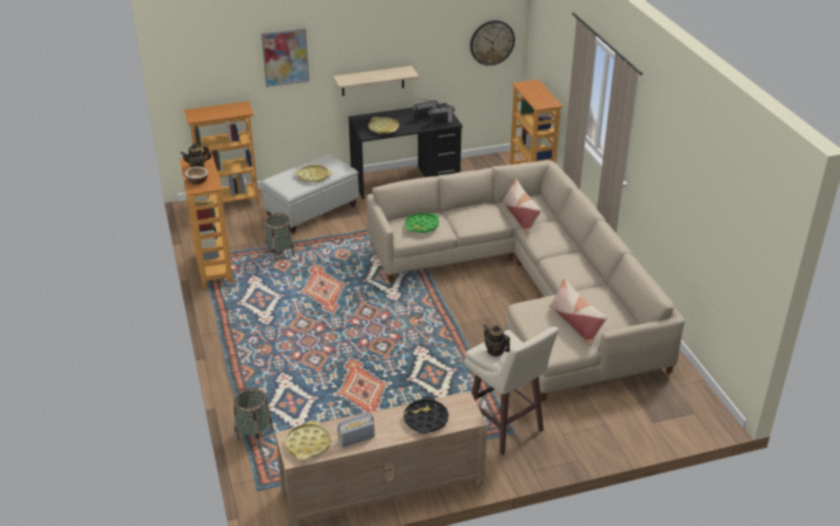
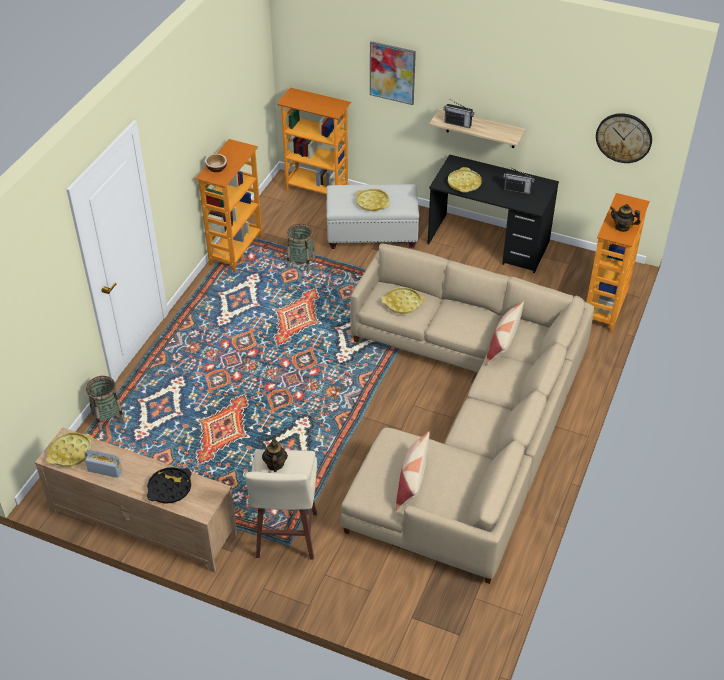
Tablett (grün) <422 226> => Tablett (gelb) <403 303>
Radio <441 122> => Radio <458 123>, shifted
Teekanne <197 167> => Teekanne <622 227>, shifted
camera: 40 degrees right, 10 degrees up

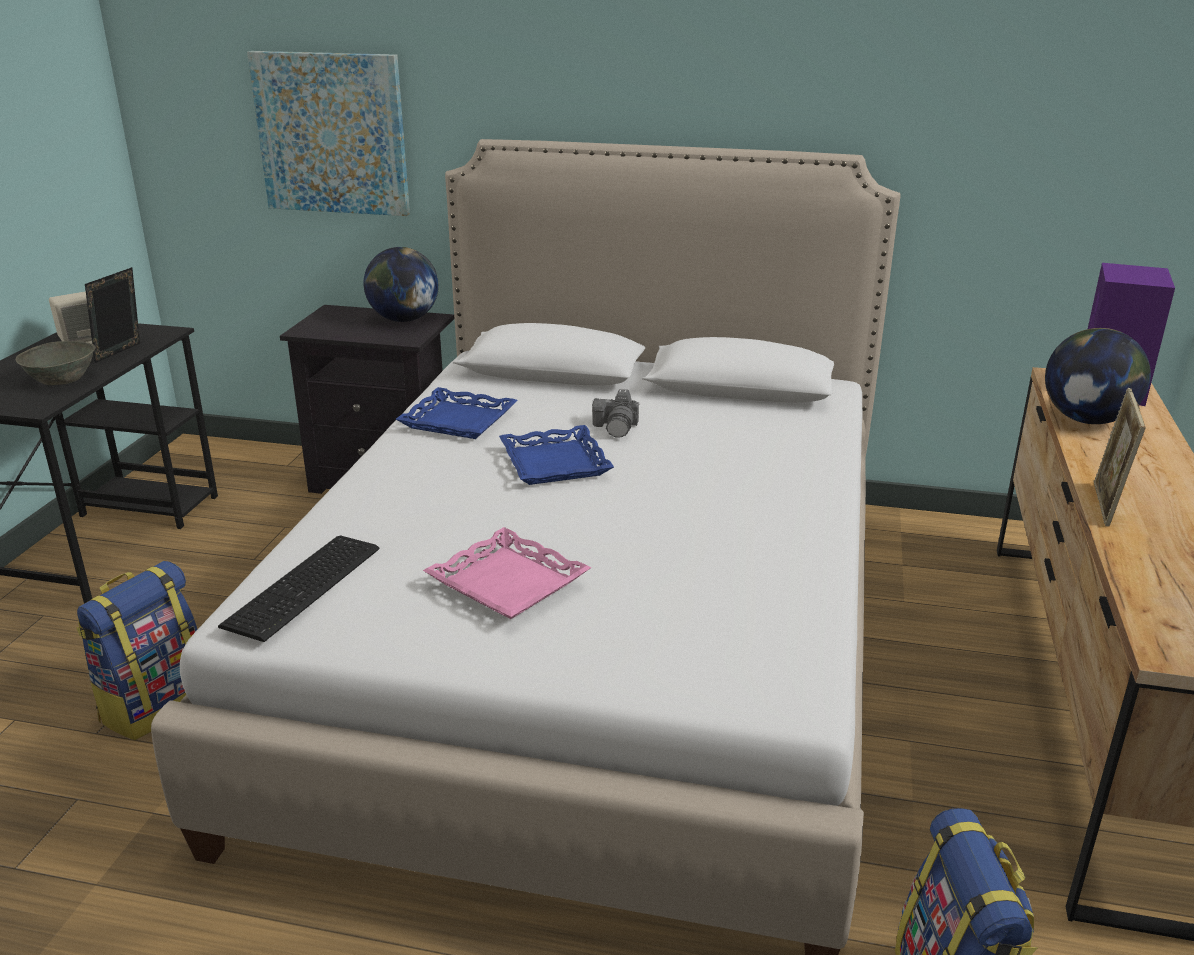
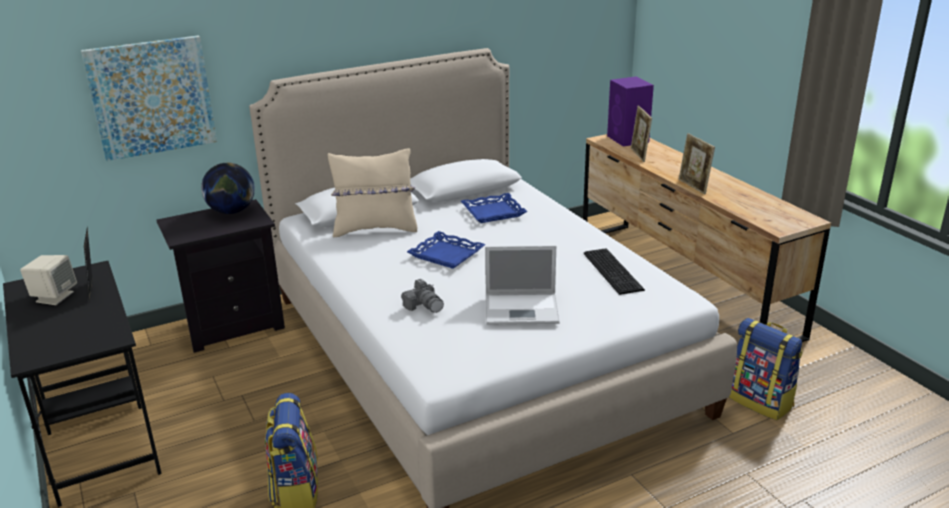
nothing => Kissen (beige) <375 229>
Kamera <617 427> => Kamera <424 305>, shifted
Tablett (blau) <457 421> => Tablett (blau) <493 212>, shifted
Tablett (rosa) <509 582> => Laptop <523 309>
Tastatur <307 586> => Tastatur <613 270>, shifted
Globus <1087 420> => Bilderrahmen <639 155>
Schüssel (grau) <61 379> => nothing
camera: 40 degrees left, 0 degrees up

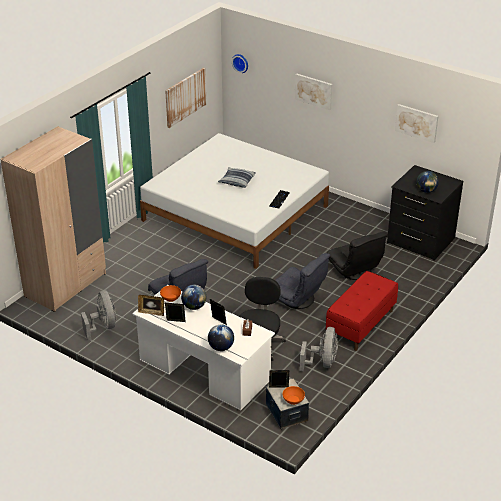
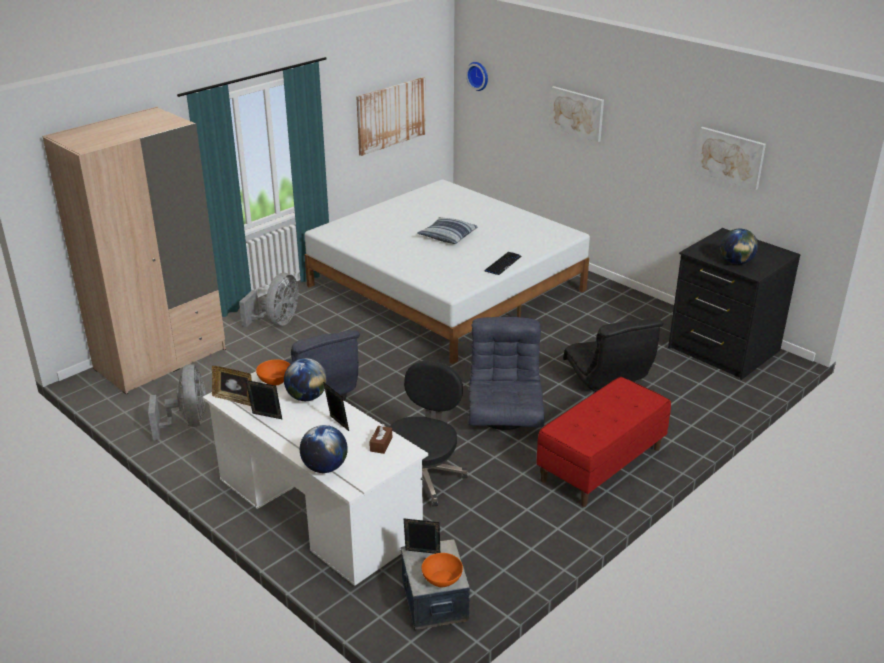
Ventilator (grau) <322 363> => Ventilator (grau) <277 322>, shifted
Sessel (grau) <297 299> => Sessel (grau) <505 415>, 135 degrees counterclockwise
camera: 10 degrees right, 5 degrees down

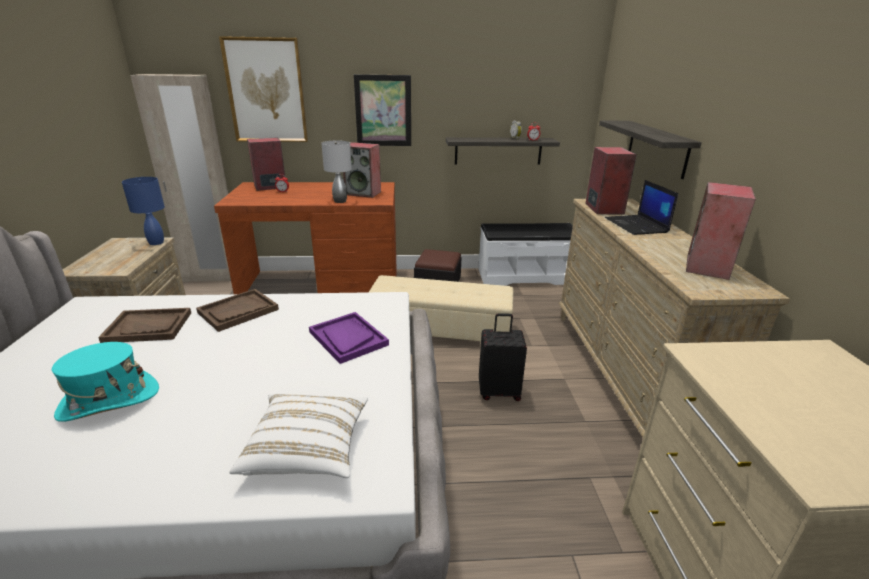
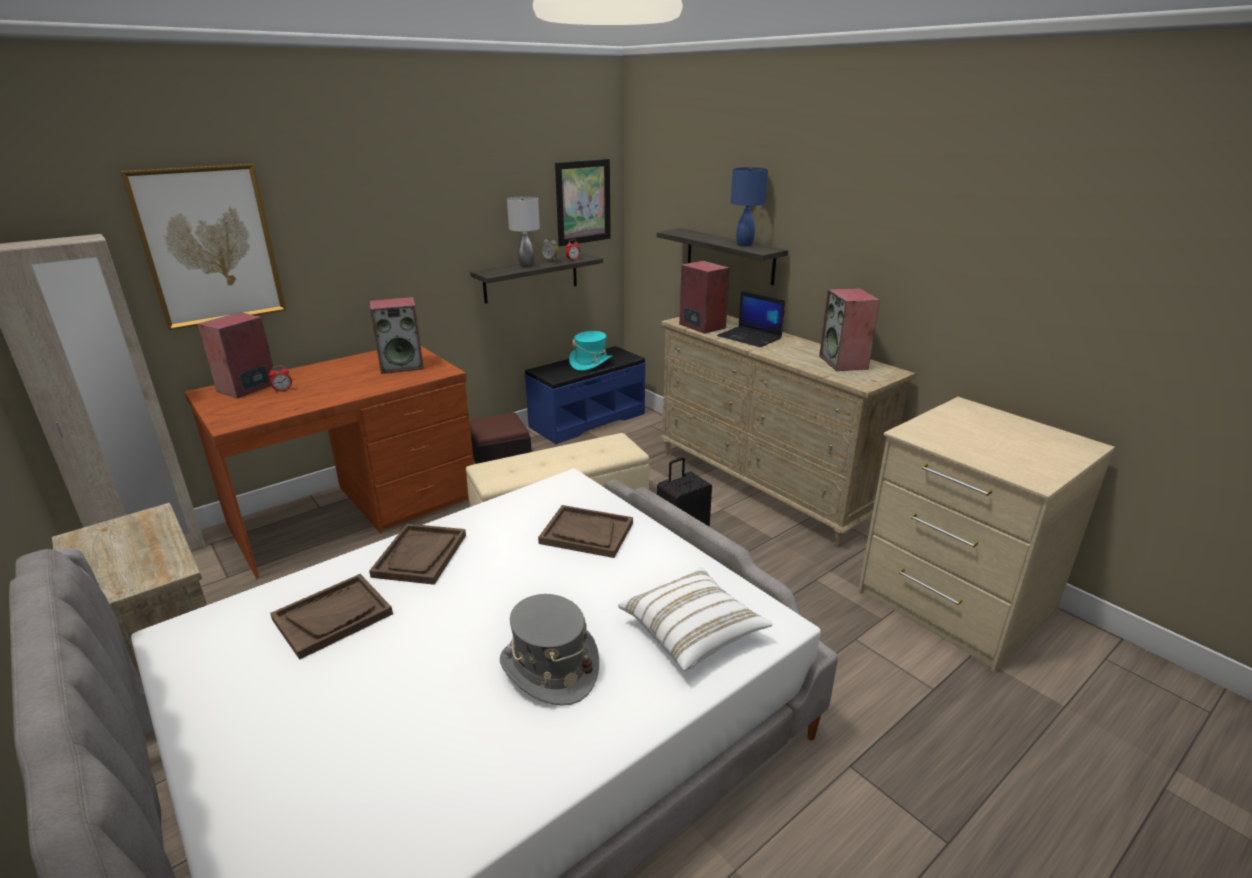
nothing => Hut (grau) <549 668>
Tischlampe (grau) <340 201> => Tischlampe (grau) <526 265>, shifted
Bank (weiß) <525 276> => Bank (blau) <587 420>
Tablett (lila) <348 338> => Tablett (braun) <586 533>
Bild <383 111> => Bild <583 202>, shifted
Hut (türkis) <109 401> => Hut (türkis) <591 363>, shifted
Tischlampe (blau) <157 242> => Tischlampe (blau) <745 244>, shifted
camera: 35 degrees left, 0 degrees up

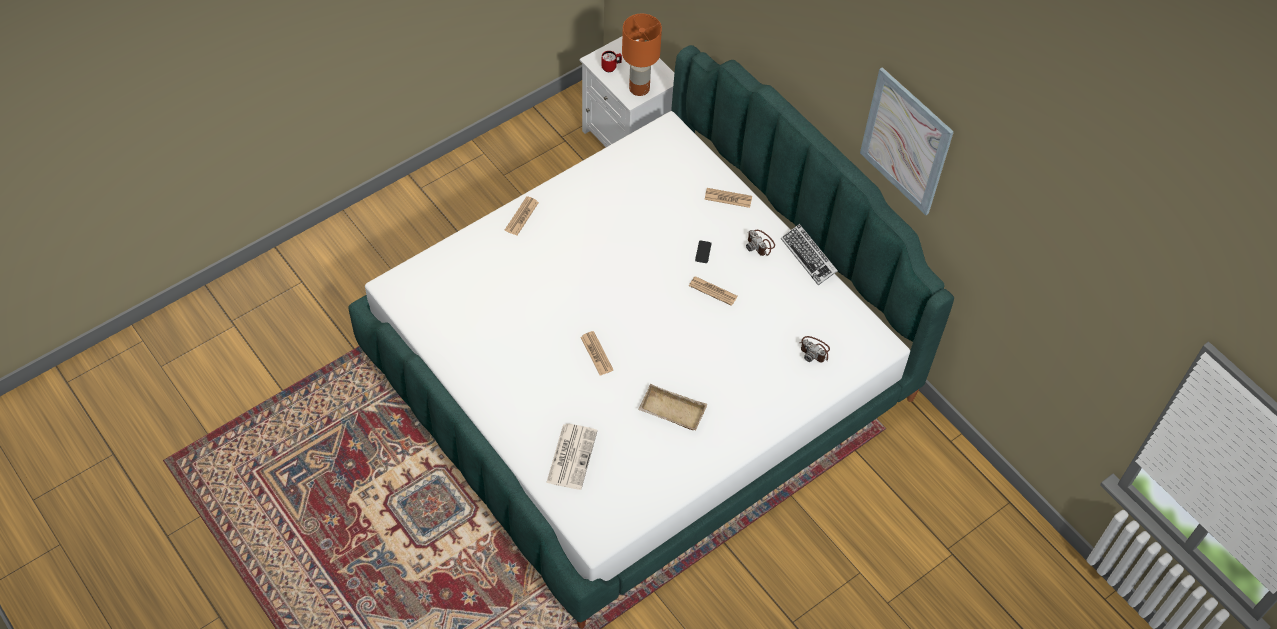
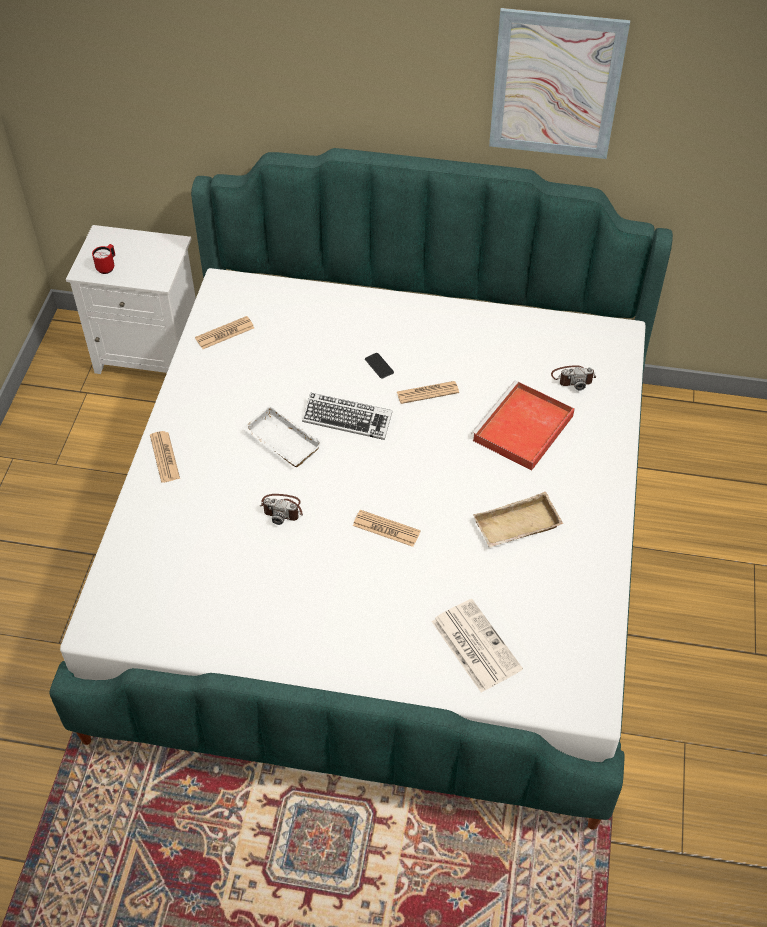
Zeitung <728 198> => Zeitung <225 333>, shifted
nothing => Tablett (weiß) <280 442>
Kamera <760 244> => Kamera <282 509>, shifted
Tastatur <808 257> => Tastatur <347 419>, shifted
nothing => Tablett (rot) <522 429>
Tischlampe (orange) <639 89> => nothing
camera: 40 degrees left, 5 degrees down

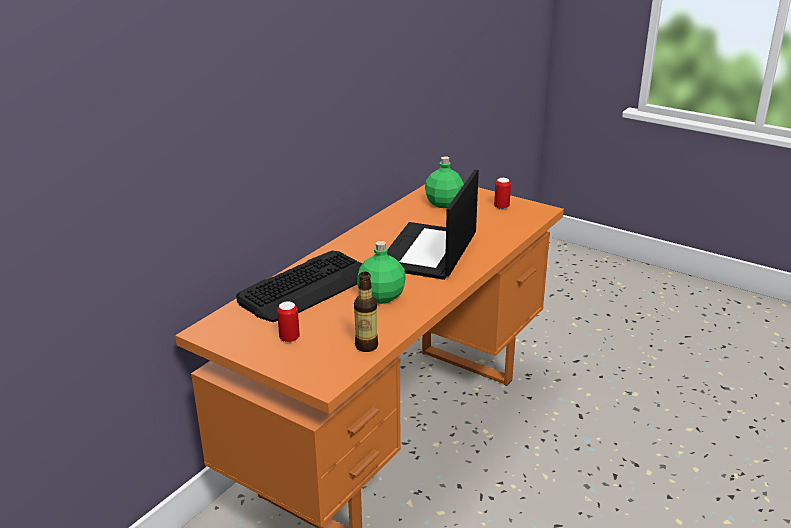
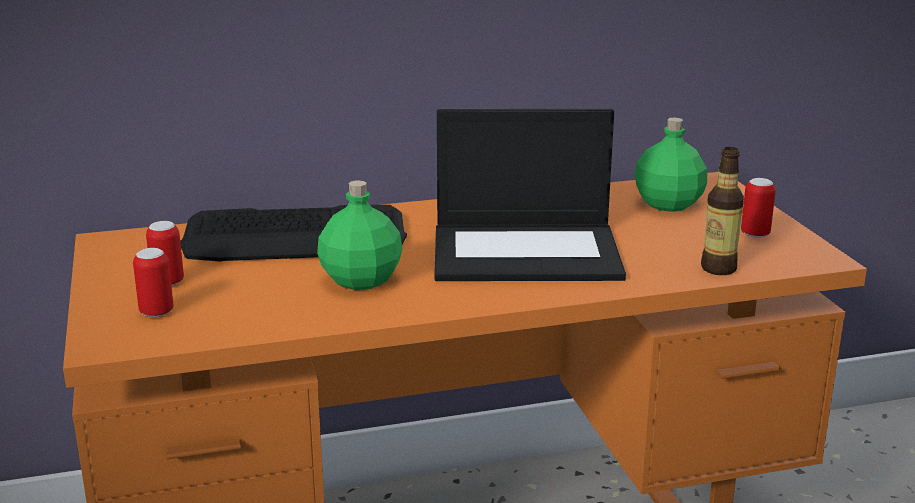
nothing => Dose <156 312>
Laptop <428 252> => Laptop <528 252>, 150 degrees counterclockwise
Flasche <366 346> => Flasche <718 268>, shifted
camera: 40 degrees right, 5 degrees down

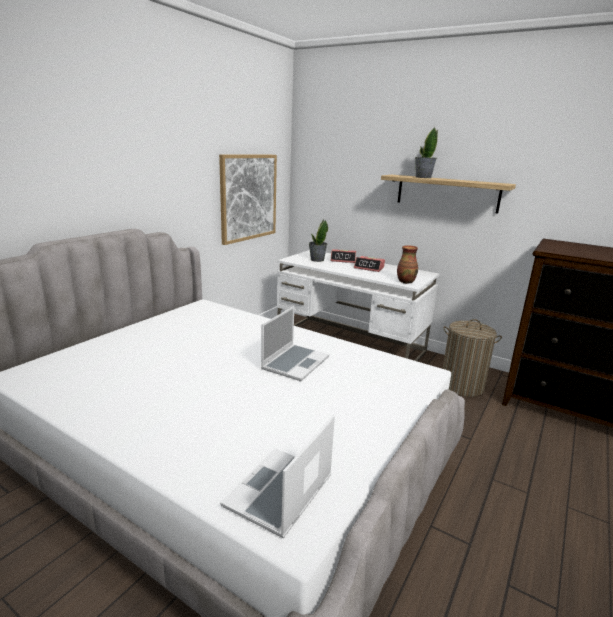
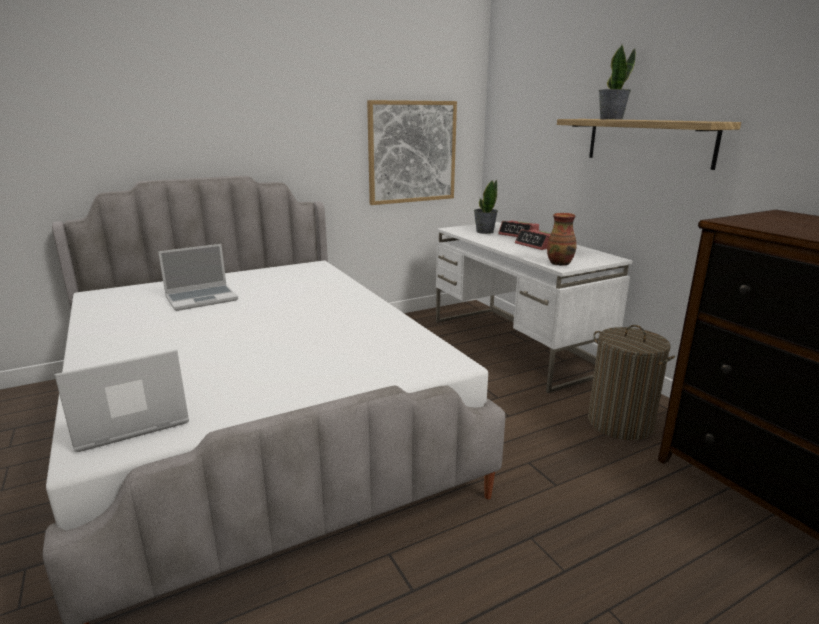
Laptop <295 363> => Laptop <202 298>, shifted
camera: 30 degrees right, 0 degrees up

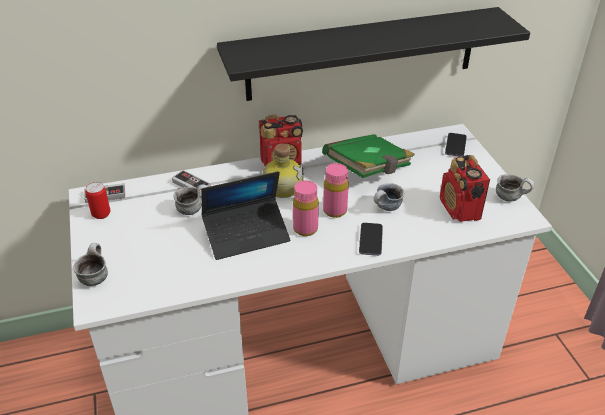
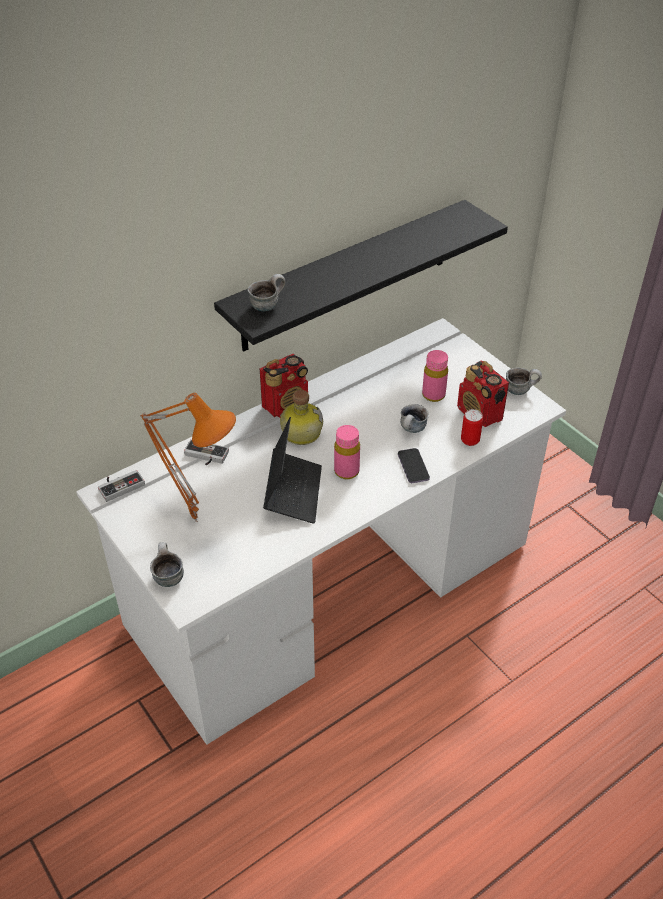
nothing => Tischlampe (orange) <198 518>
Henkelbecher <193 209> => Henkelbecher <267 304>, shifted
Laptop <246 235> => Laptop <293 492>, 45 degrees counterclockwise
Flasche (rosa) <335 211> => Flasche (rosa) <433 395>, shifted
Dose <101 214> => Dose <470 440>, shifted
Buch (grün) <369 170> => nothing
Handy <455 146> => nothing
camera: 20 degrees left, 5 degrees up

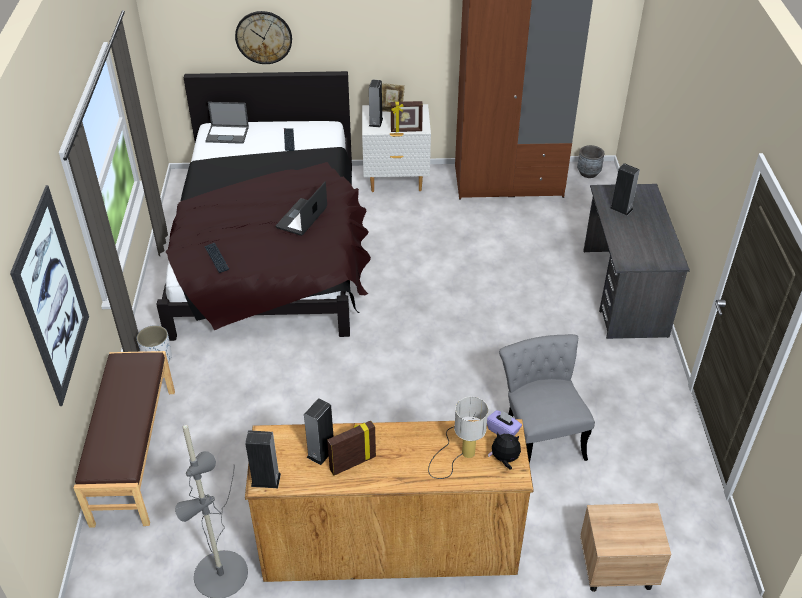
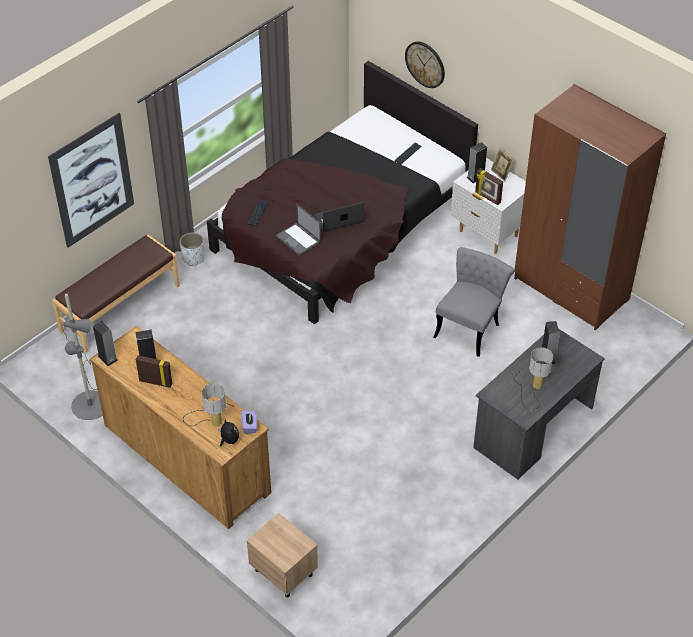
Laptop <228 134> => Laptop <299 239>, shifted
Stuhl (grau) <540 434> => Stuhl (grau) <470 326>, shifted
nothing => Tischlampe <532 388>
Pflanzkübel (grau) <588 173> => nothing
camera: 45 degrees right, 5 degrees up

